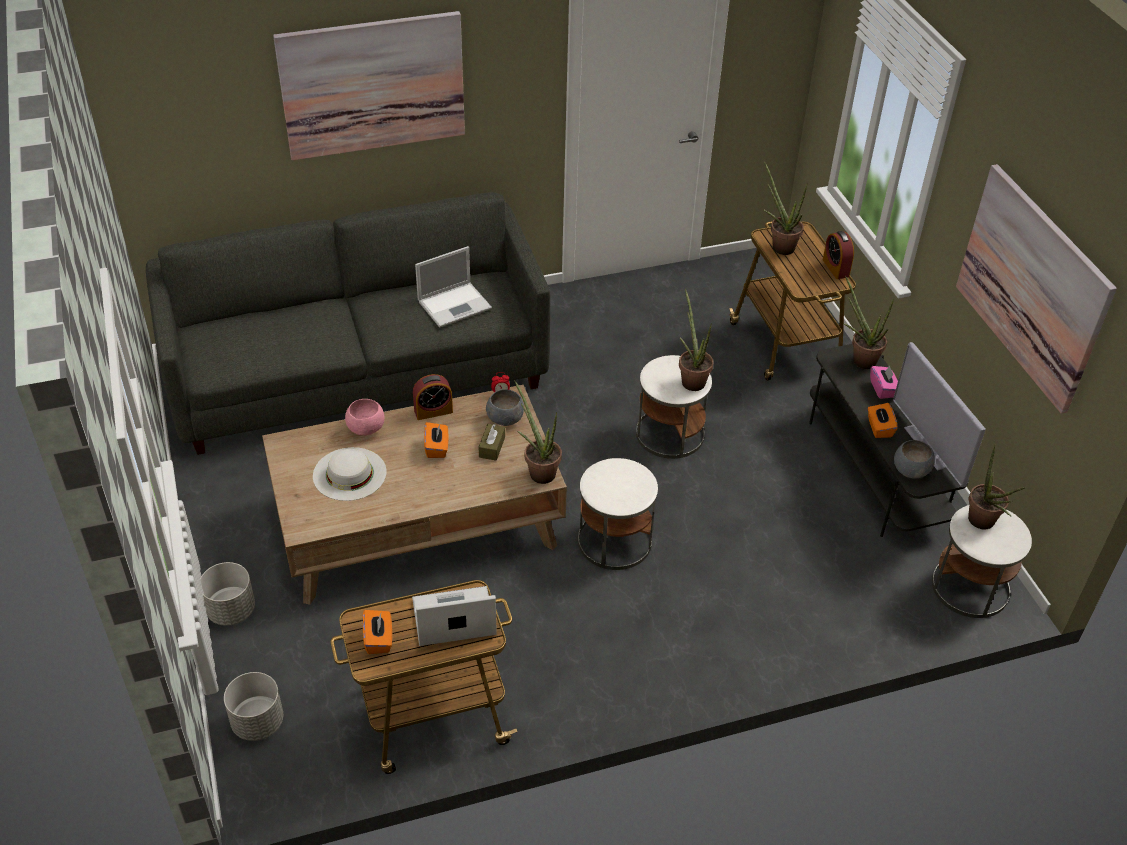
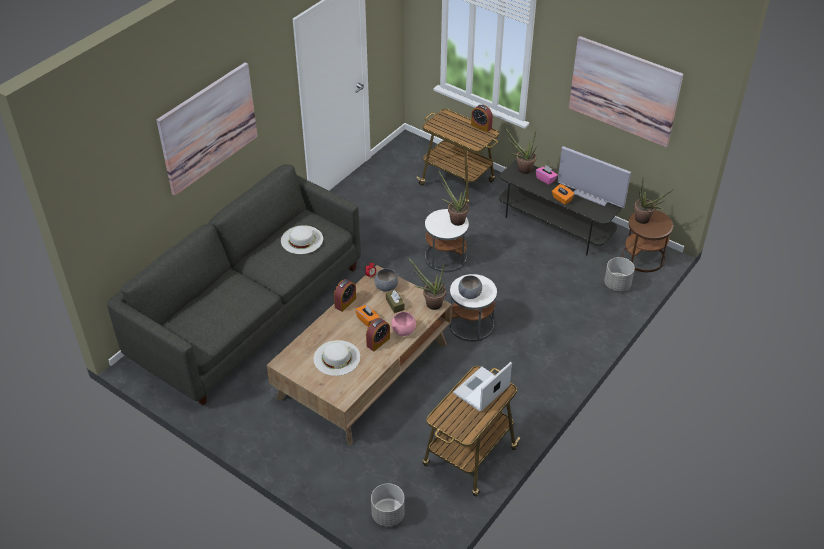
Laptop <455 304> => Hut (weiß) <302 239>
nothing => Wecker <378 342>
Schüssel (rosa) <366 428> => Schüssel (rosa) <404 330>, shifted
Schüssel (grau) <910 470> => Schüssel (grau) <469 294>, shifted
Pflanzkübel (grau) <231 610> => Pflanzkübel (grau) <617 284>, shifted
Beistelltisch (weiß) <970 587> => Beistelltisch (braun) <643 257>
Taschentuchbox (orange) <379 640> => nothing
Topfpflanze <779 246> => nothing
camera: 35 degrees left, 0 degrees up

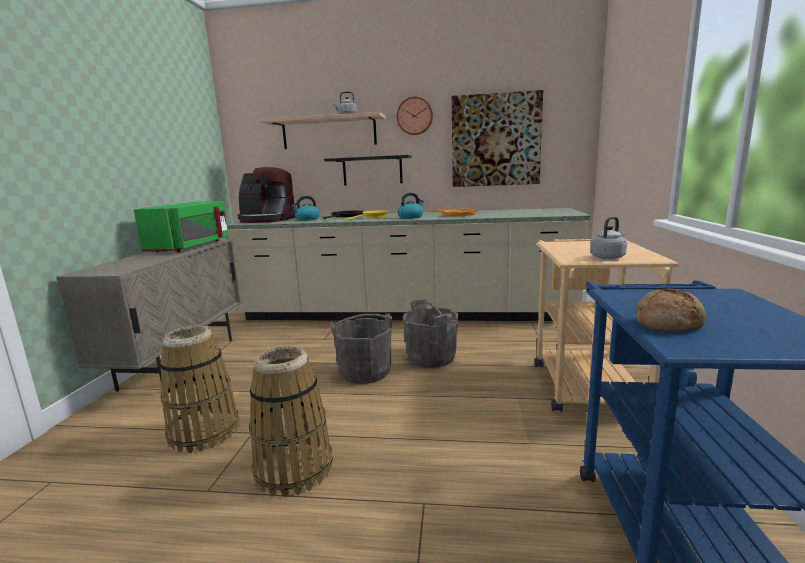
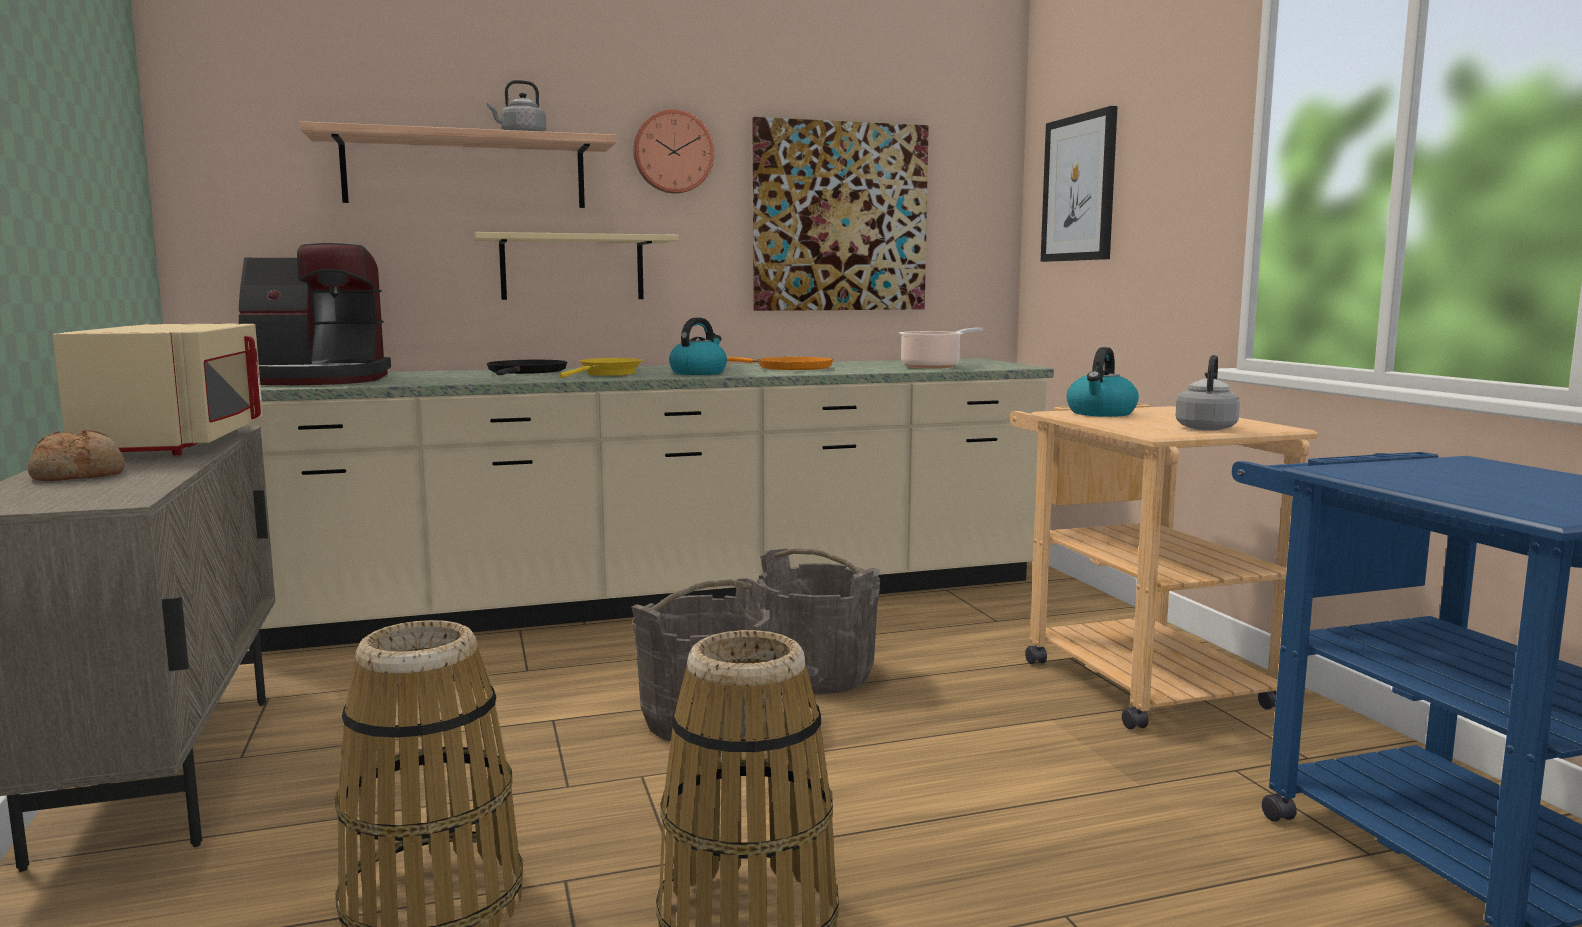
Brot <667 323> => Brot <79 475>, shifted
Mikrowelle (grün) <191 246> => Mikrowelle (beige) <180 443>
Wandregal (schwarz) <372 171> => Wandregal (beige) <572 268>
nothing => Kochtopf <933 366>
nothing => Bild <1079 188>
Wasserkessel <307 219> => Wasserkessel <1101 413>, shifted
camera: 25 degrees left, 5 degrees down

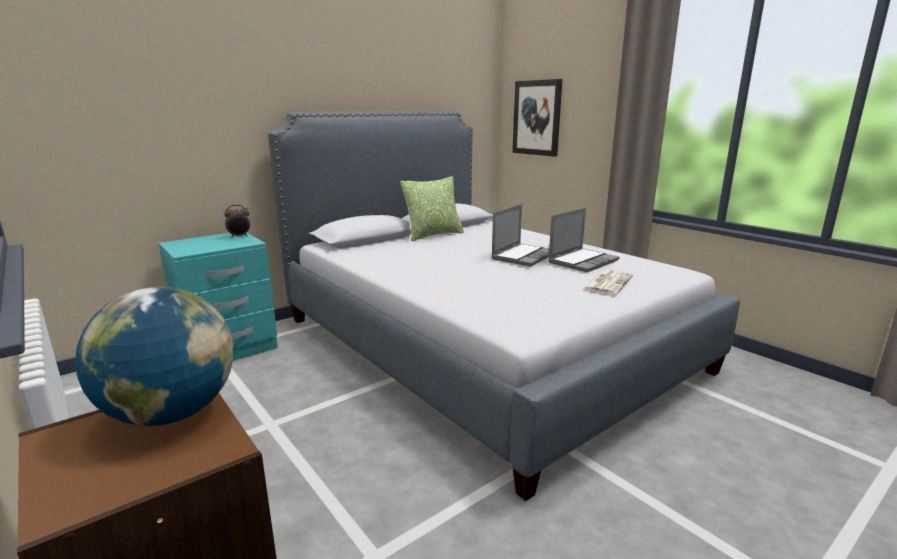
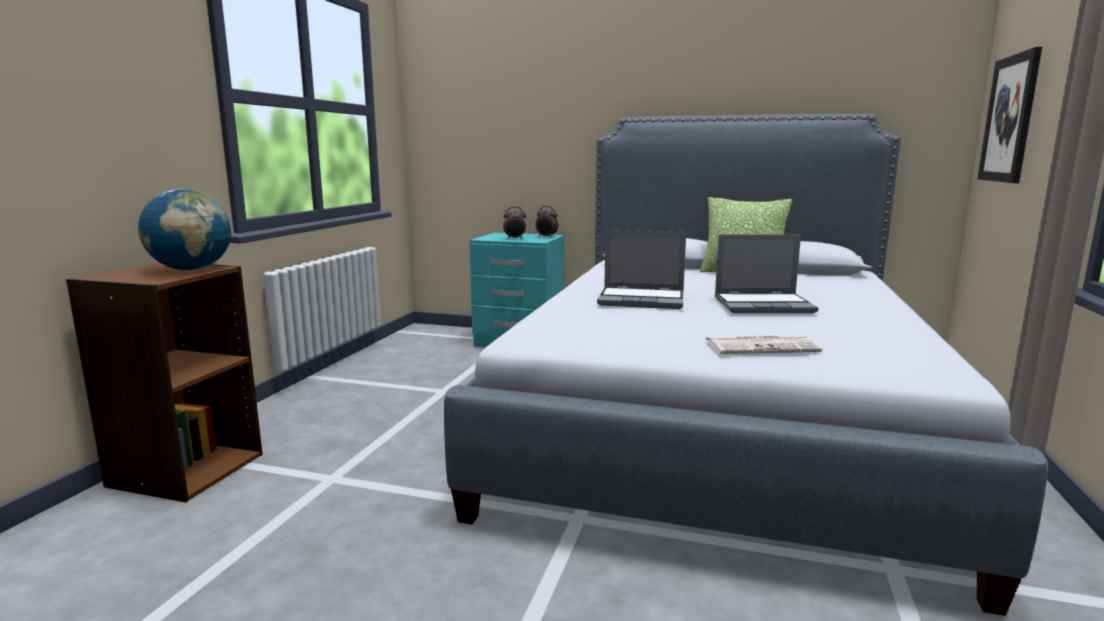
nothing => Wecker <515 239>
Laptop <583 261> => Laptop <642 300>, shifted
camera: 55 degrees right, 5 degrees down

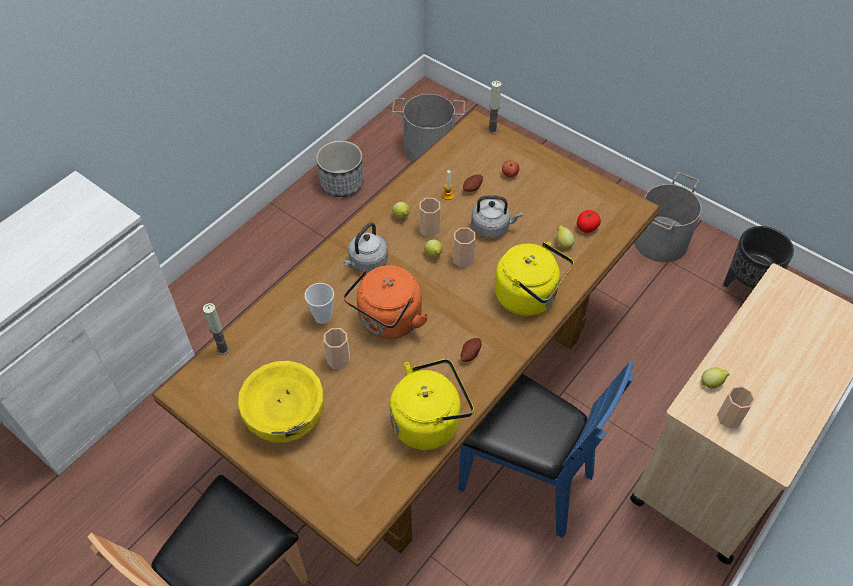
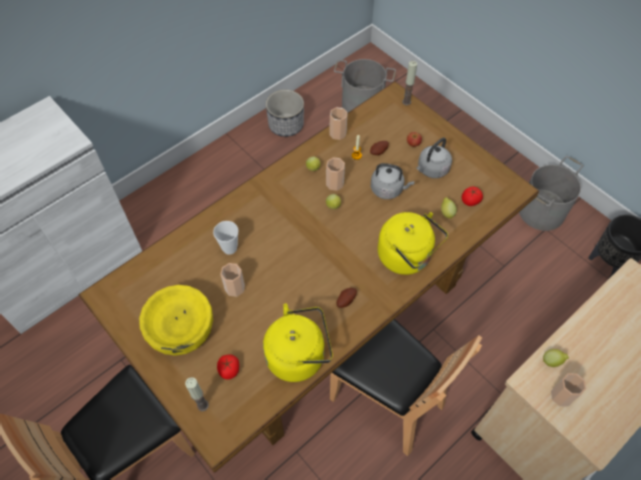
Kerze <223 349> => Kerze <202 405>, shifted
nothing => Tomate <229 370>
Tasse <463 259> => Tasse <337 133>, shifted
Stuhl (blau) <525 478> => Stuhl (braun) <387 399>
Wasserkessel (grau) <367 262> => Wasserkessel (grau) <431 170>, shifted
Wasserkessel (orange) <388 322> => nothing
camera: 10 degrees right, 5 degrees up

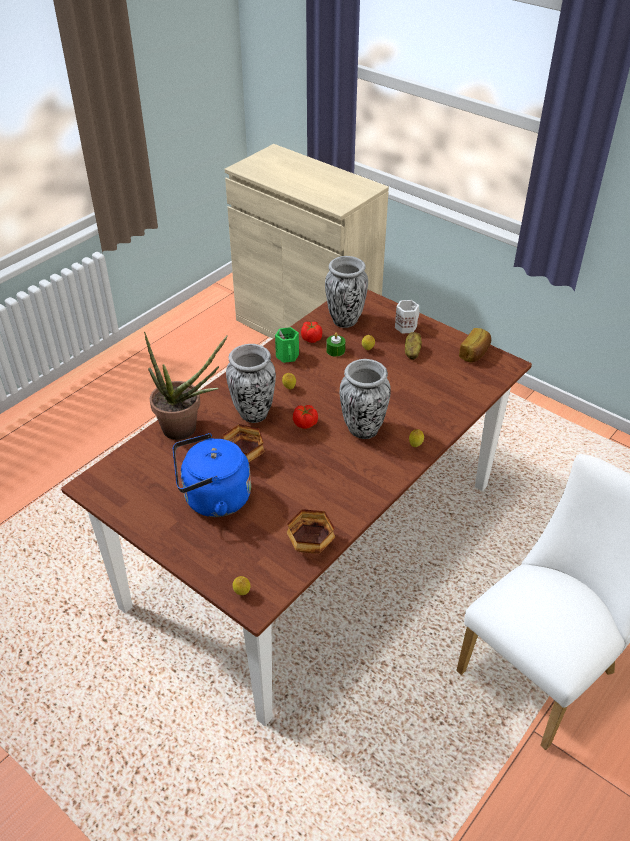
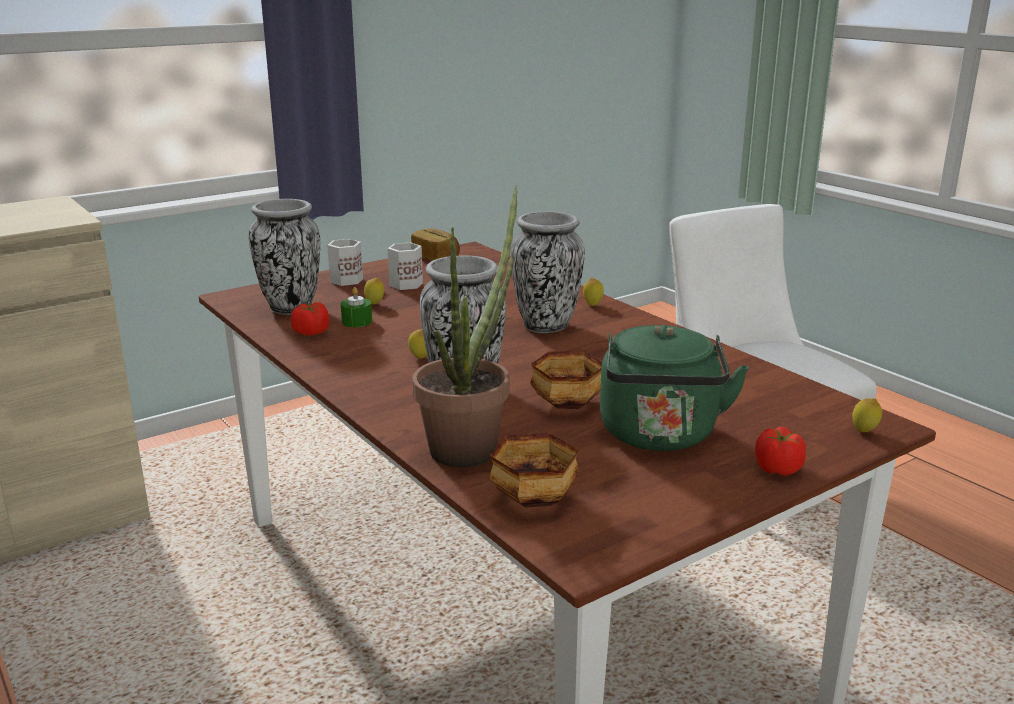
Kartoffel <412 352> => Henkelbecher (weiß) <404 284>
Schüssel <309 545> => Schüssel <535 501>, shifted
Wasserkessel (blau) <213 499> => Wasserkessel (grün) <659 436>
Tomate <305 423> => Tomate <778 468>, shifted
Henkelbecher (grün) <288 356> => nothing
camera: 75 degrees left, 20 degrees down

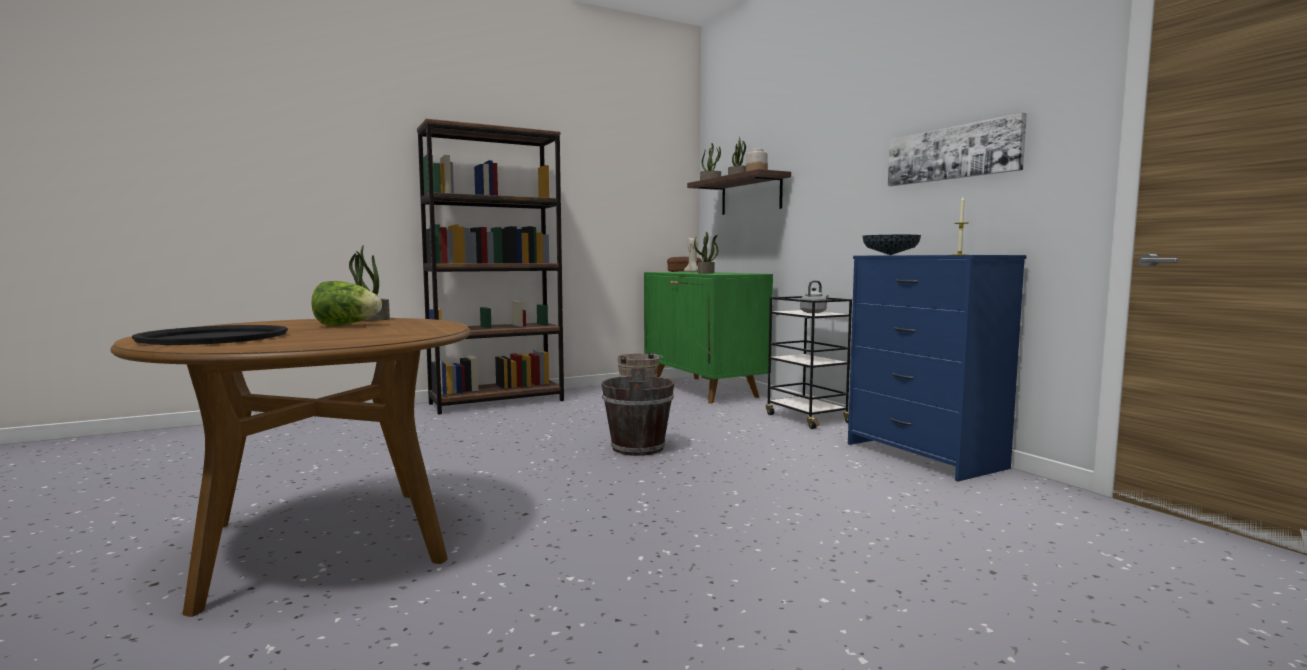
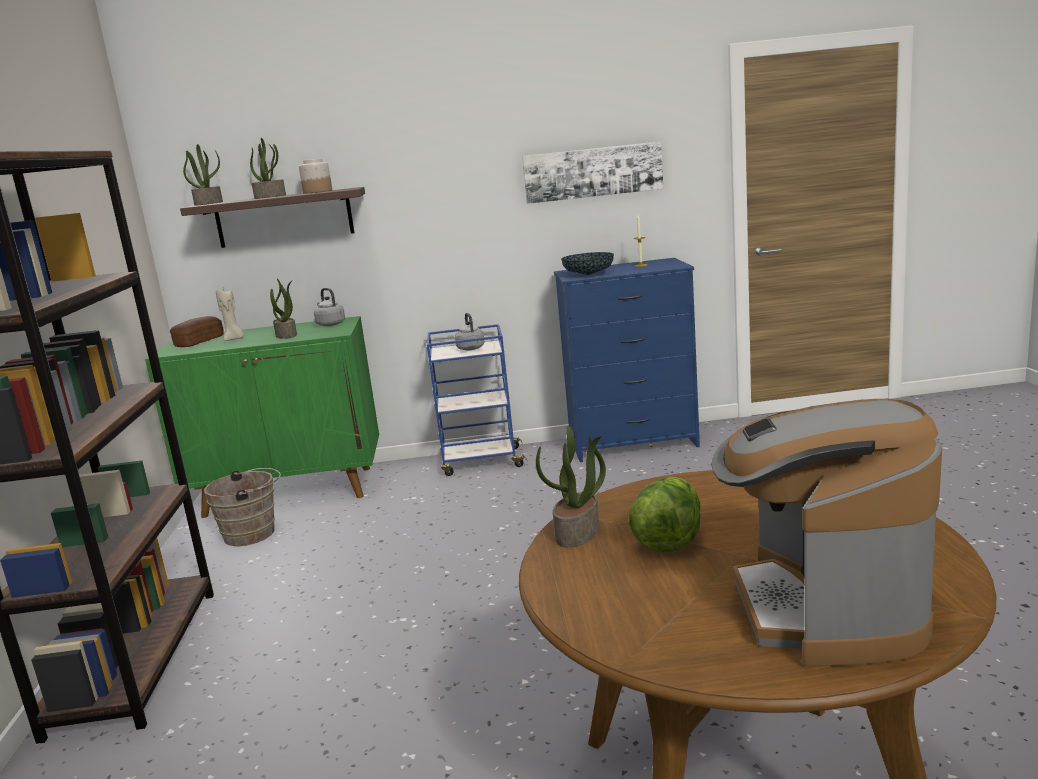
nothing => Wasserkessel (grau) <330 324>
Rollwagen (schwarz) <807 418> => Rollwagen (blau) <480 462>
Tablett (schwarz) <214 337> => Kaffeemaschine <824 609>
Eimer (braun) <638 448> => nothing
camera: 65 degrees left, 10 degrees up

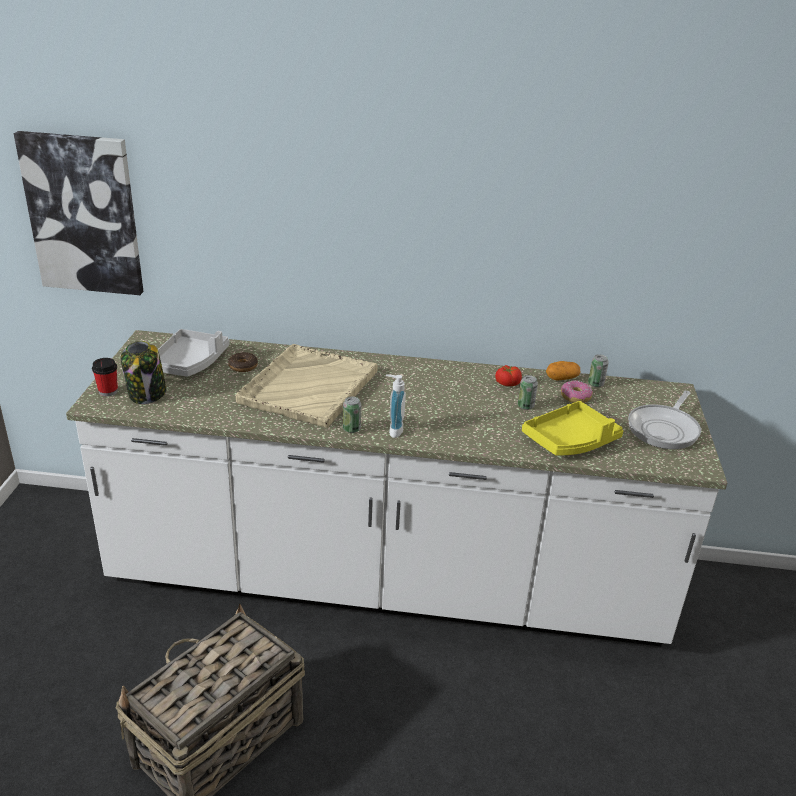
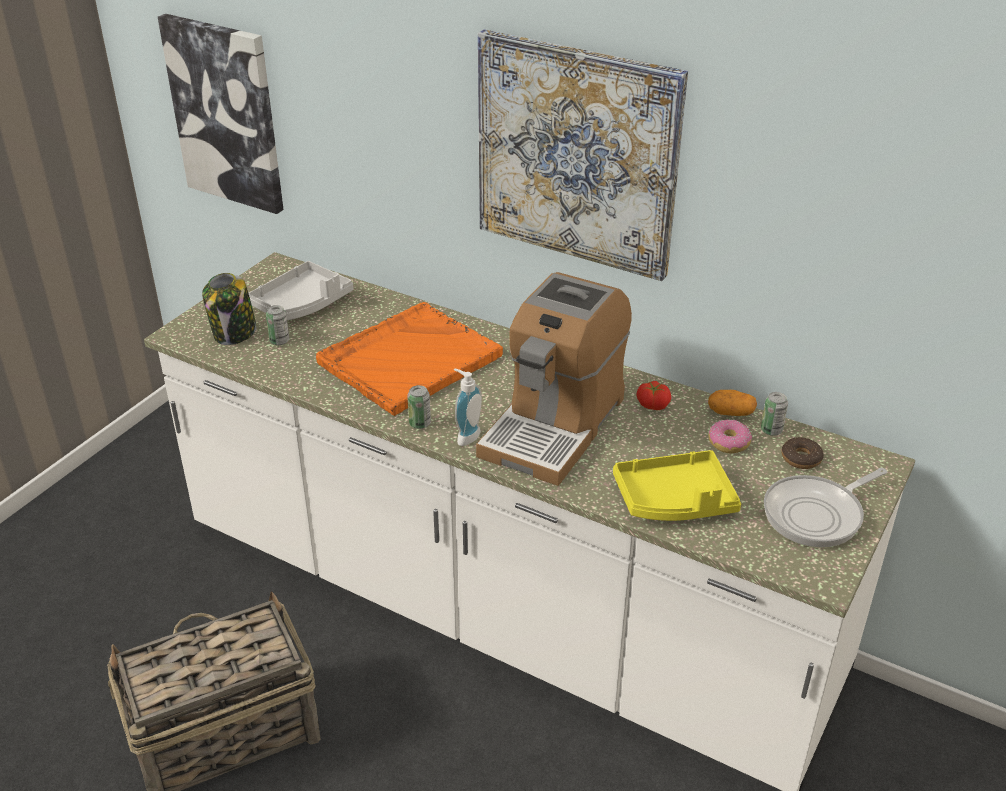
Dose <525 406> => Dose <279 341>, shifted
Tablett (beige) <308 387> => Tablett (orange) <408 360>
nothing => Kaffeemaschine <554 425>
nothing => Bild <577 154>
Donut <243 366> => Donut <801 458>, shifted
Tasse <108 391> => nothing
camera: 25 degrees right, 5 degrees up

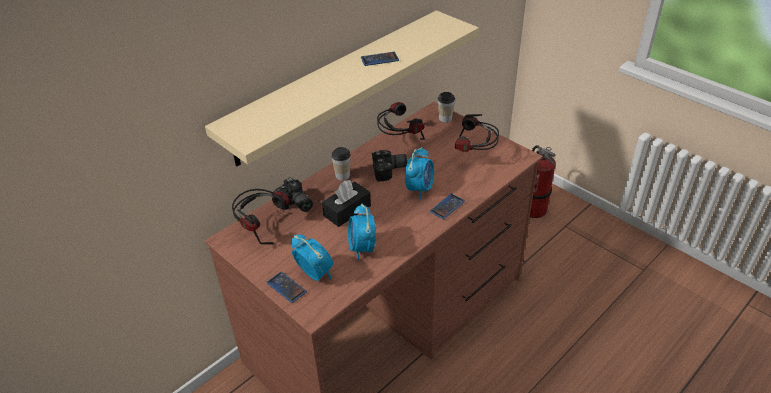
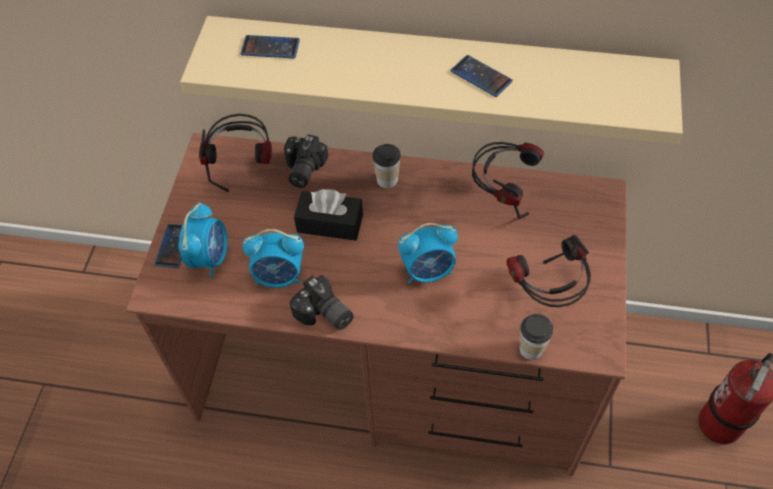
Handy <447 206> => Handy <270 47>, shifted
Wecker <362 248> => Wecker <279 276>, 135 degrees counterclockwise
Kamera <390 171> => Kamera <323 315>, shifted
Tasse <445 118> => Tasse <531 349>, shifted
camera: 55 degrees right, 15 degrees up

